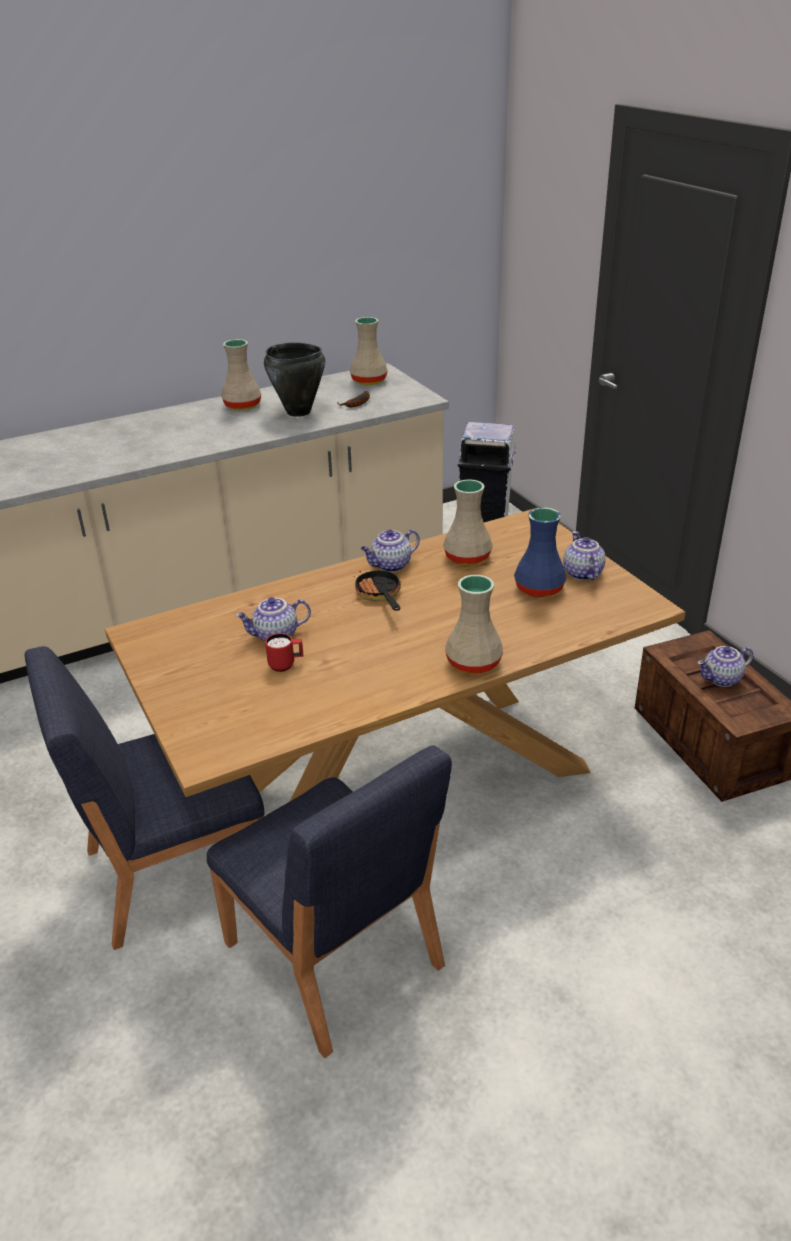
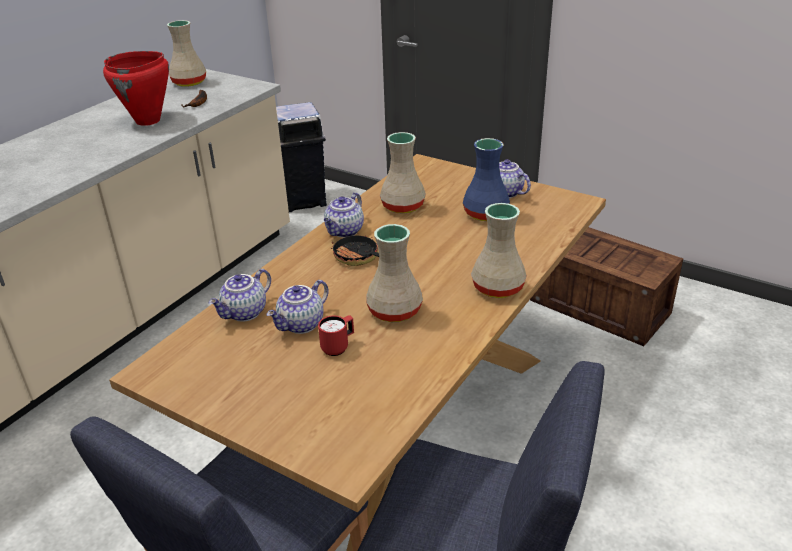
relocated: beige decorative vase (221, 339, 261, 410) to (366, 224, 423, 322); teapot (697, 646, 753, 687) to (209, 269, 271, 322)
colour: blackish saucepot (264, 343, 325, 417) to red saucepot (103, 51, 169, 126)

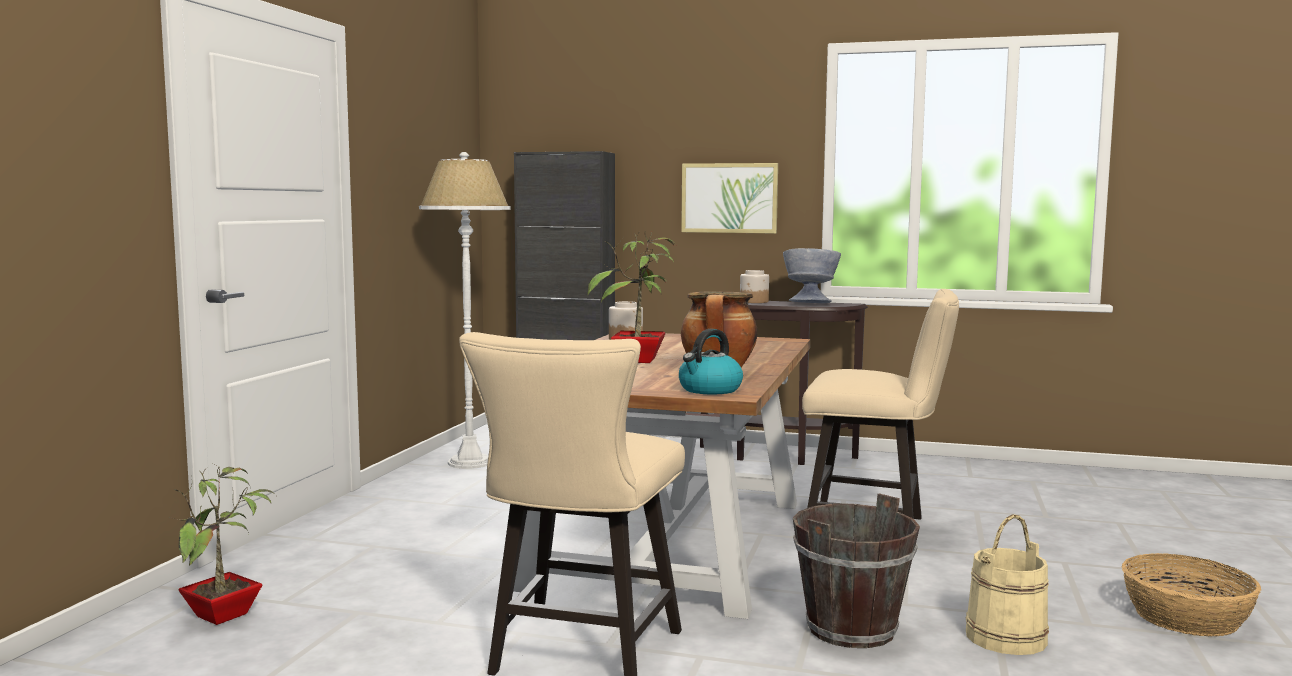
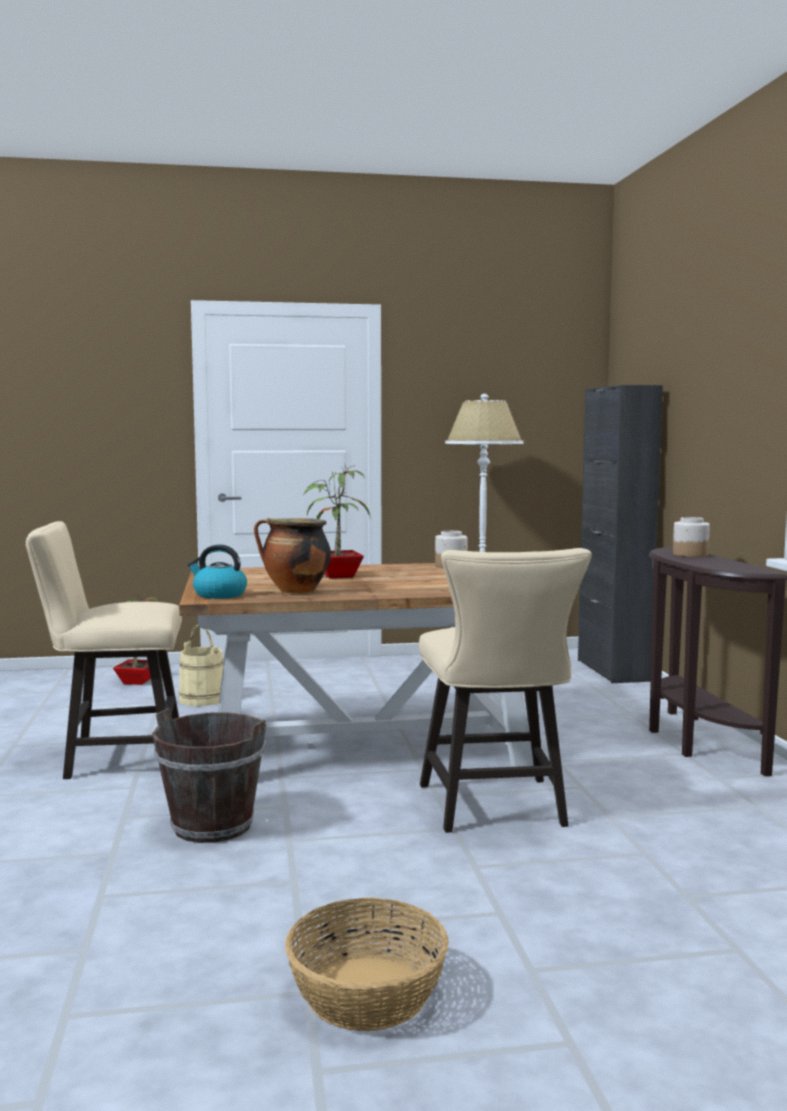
missing: picture (681, 163, 778, 234); greyish deep dish (783, 248, 841, 303)
relocated: beige bucket (966, 514, 1049, 655) to (178, 625, 224, 706)

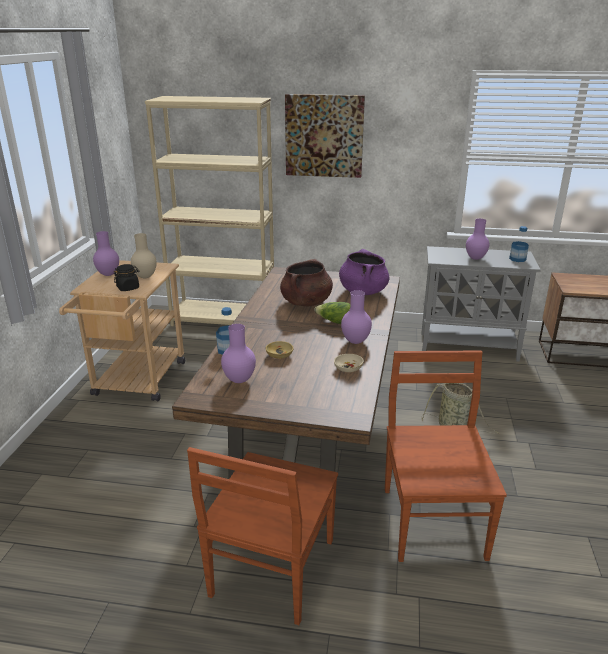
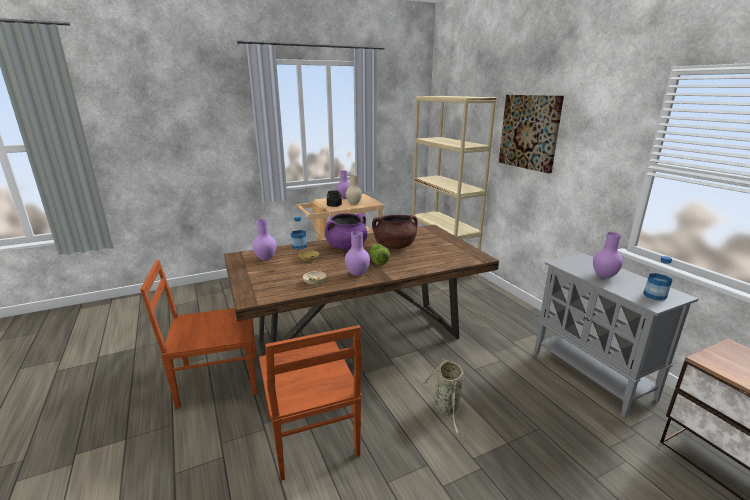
relocated: purple-coloured saucepot (339, 249, 389, 295) to (325, 213, 367, 249)
spun: brown-coloured chair (385, 350, 507, 562) = (259, 325, 362, 481) 105 degrees clockwise

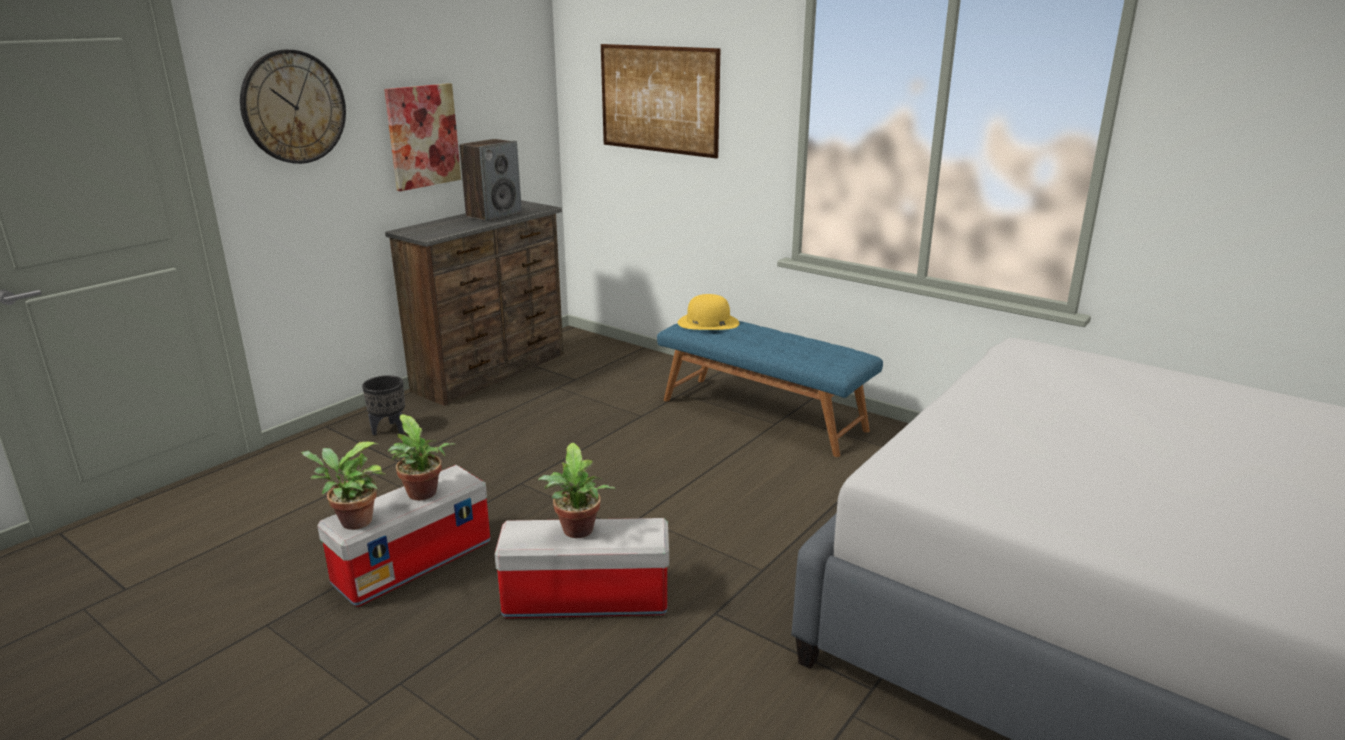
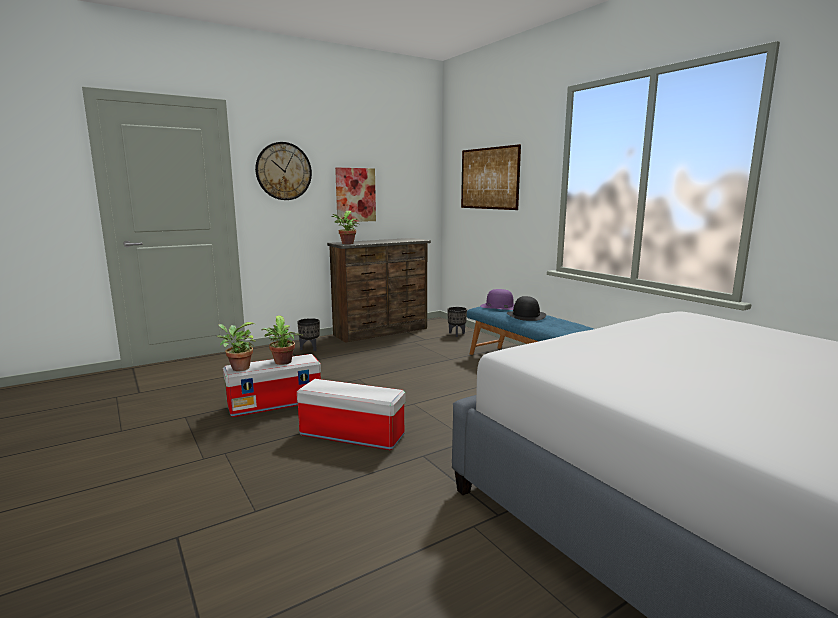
missing: loudspeaker (459, 139, 522, 222)
appeared: blackish planter (447, 307, 467, 337); blackish wearable hat (507, 296, 546, 321)
relocated: potted plant (538, 443, 616, 538) to (331, 211, 359, 244)
colour: yellowish wearable hat (678, 294, 740, 330) to purple-coloured wearable hat (480, 289, 514, 310)

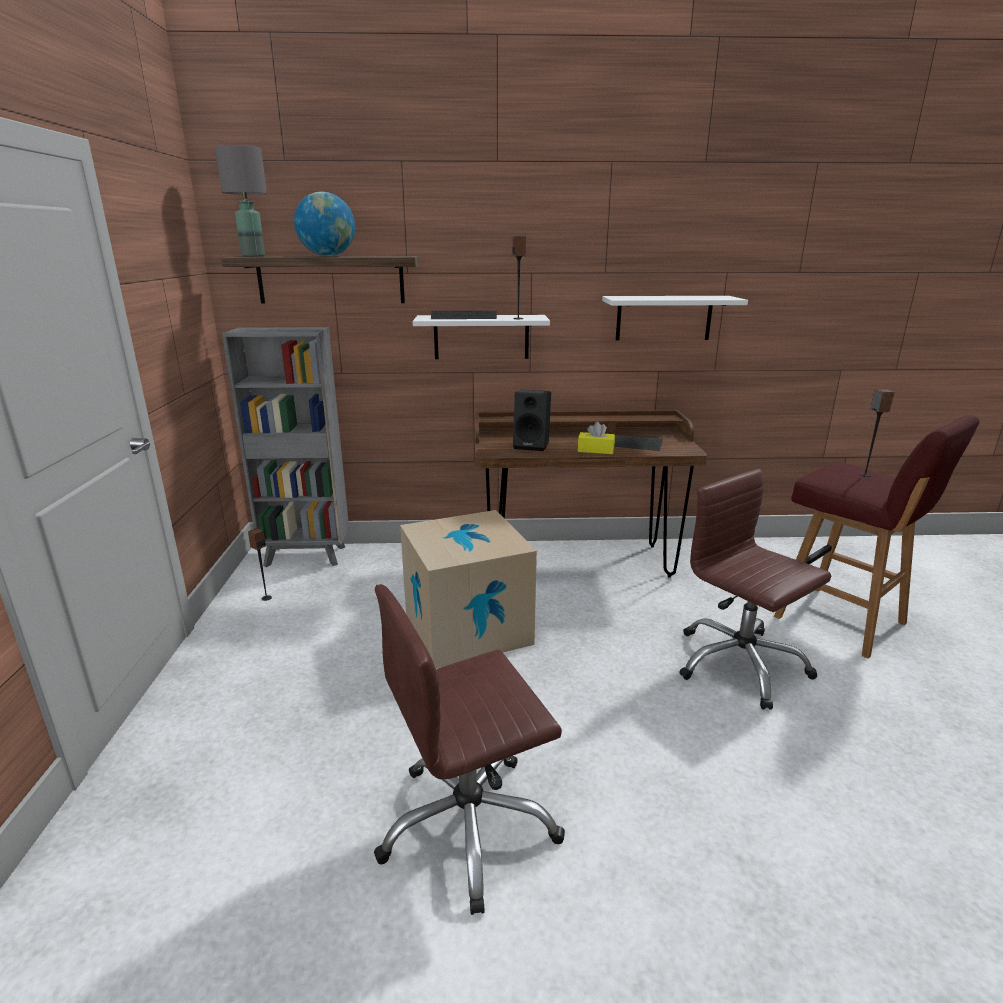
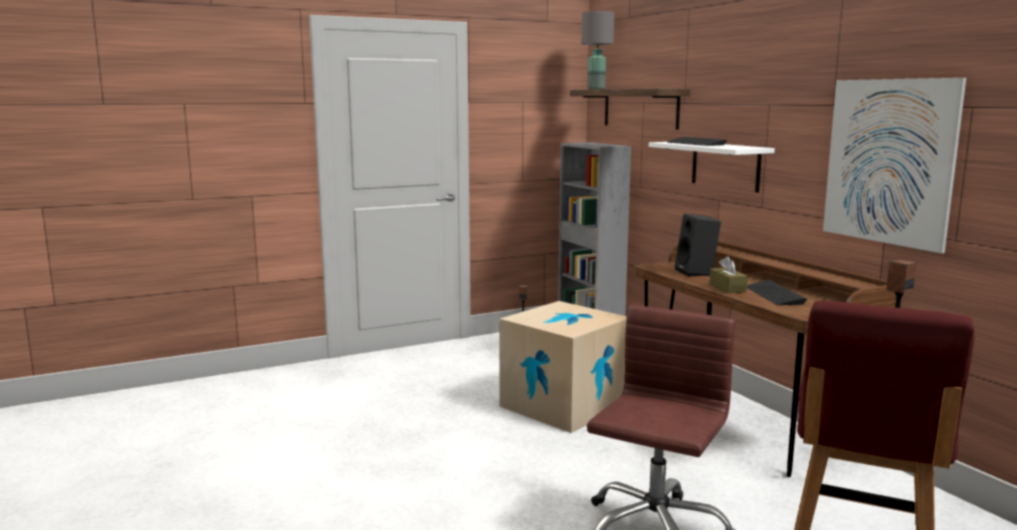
missing: globe (294, 192, 355, 256); brown-coloured computer chair (374, 584, 565, 915); loudspeaker (513, 236, 526, 319)
exchanged: white-coloured wall shelf (602, 296, 748, 340) to picture (823, 78, 966, 253)
colour: yellowish box of tissues (578, 422, 615, 454) to brown-coloured box of tissues (710, 256, 748, 294)

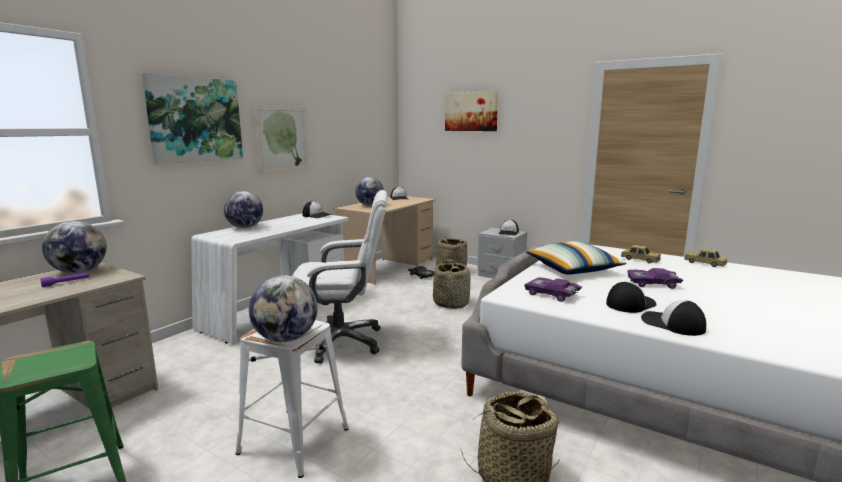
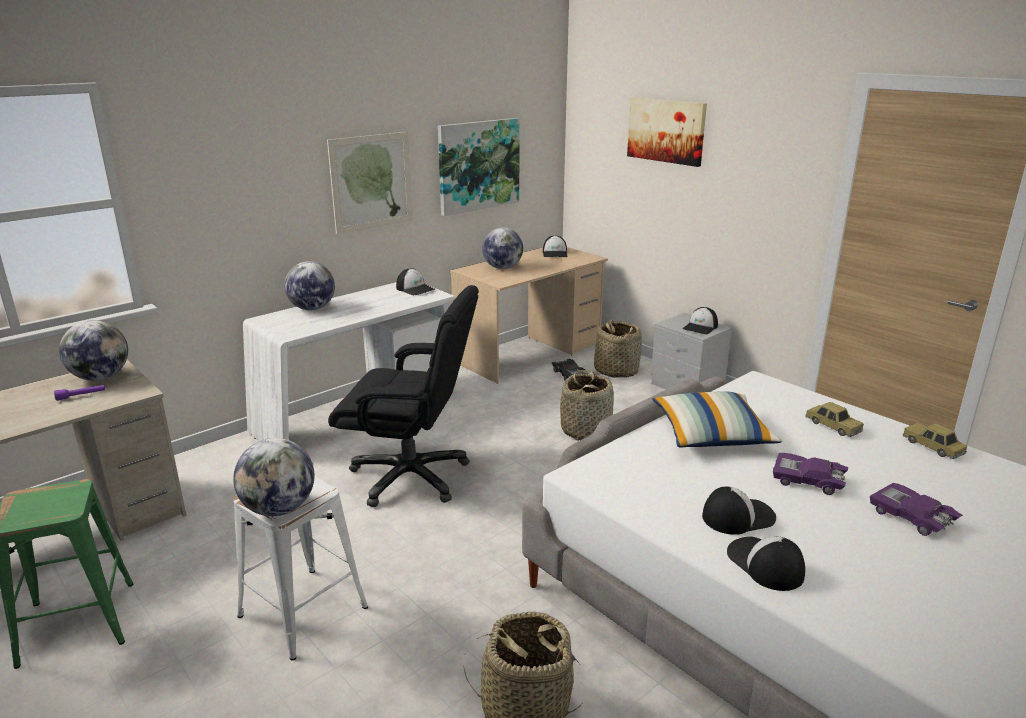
relocated: picture (142, 73, 243, 164) to (438, 118, 520, 216); purple-coloured model car (524, 278, 582, 302) to (870, 483, 963, 536)
colour: white-coloured computer chair (292, 190, 388, 364) to blackish computer chair (328, 285, 479, 507)

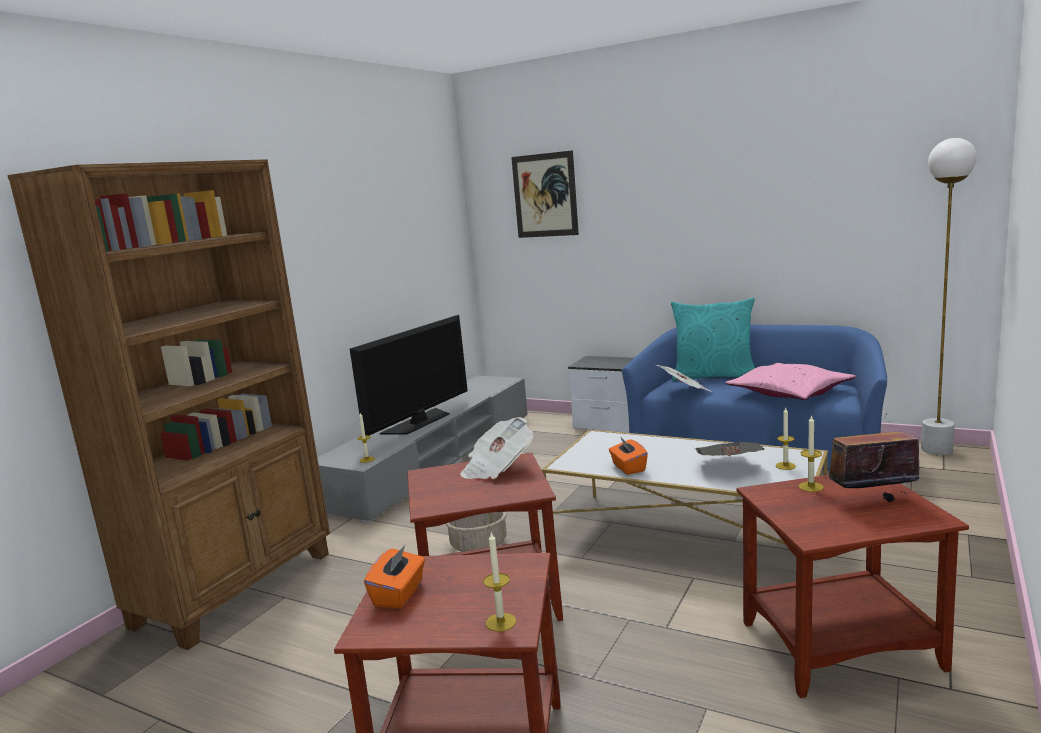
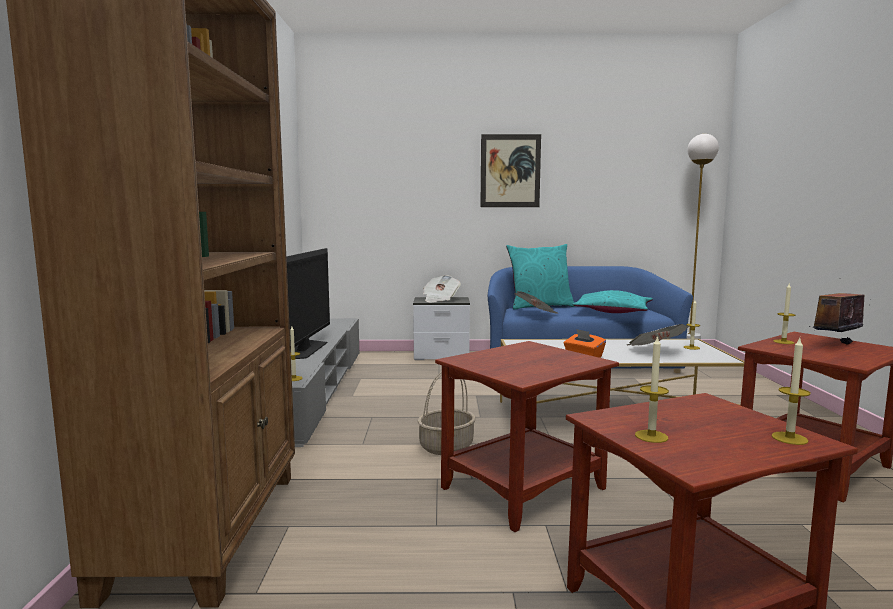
relocated: newspaper (460, 417, 534, 479) to (423, 275, 461, 302); picture (511, 150, 579, 238) to (480, 134, 541, 207)
exchanged: orange-coloured box of tissues (364, 545, 425, 608) to wax light (635, 335, 669, 443)
colour: pink-coloured pillow (725, 363, 856, 400) to blue-green pillow (573, 290, 653, 313)

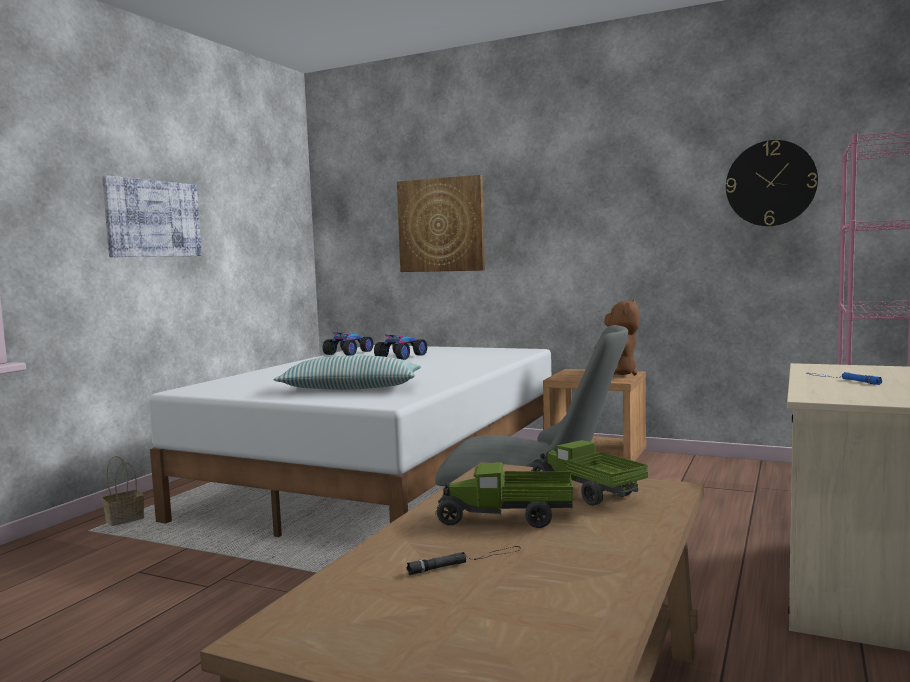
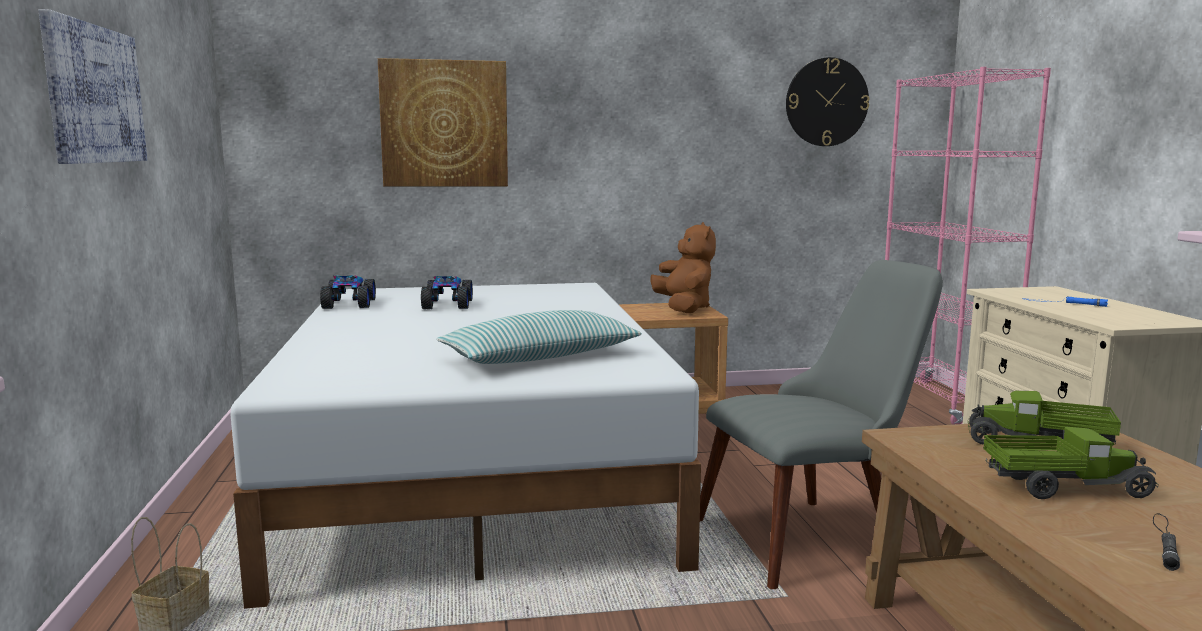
spun: model truck (435, 462, 573, 528) = (983, 427, 1158, 499) 150 degrees counterclockwise

